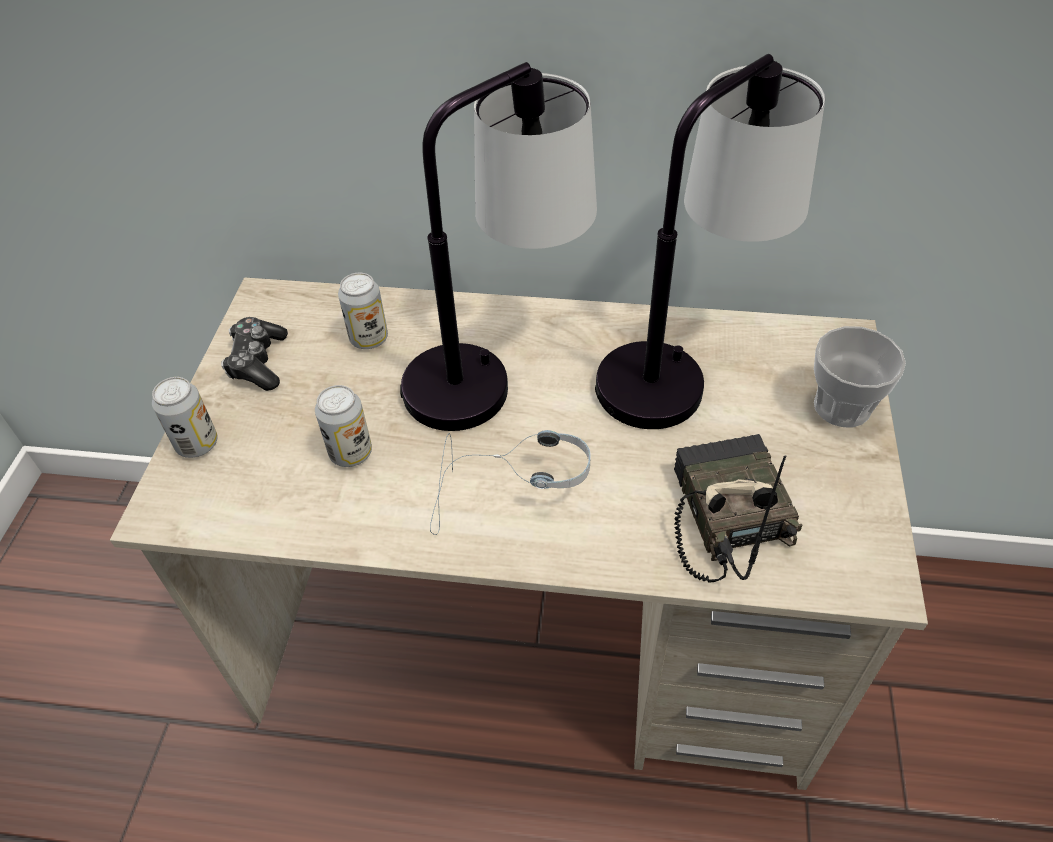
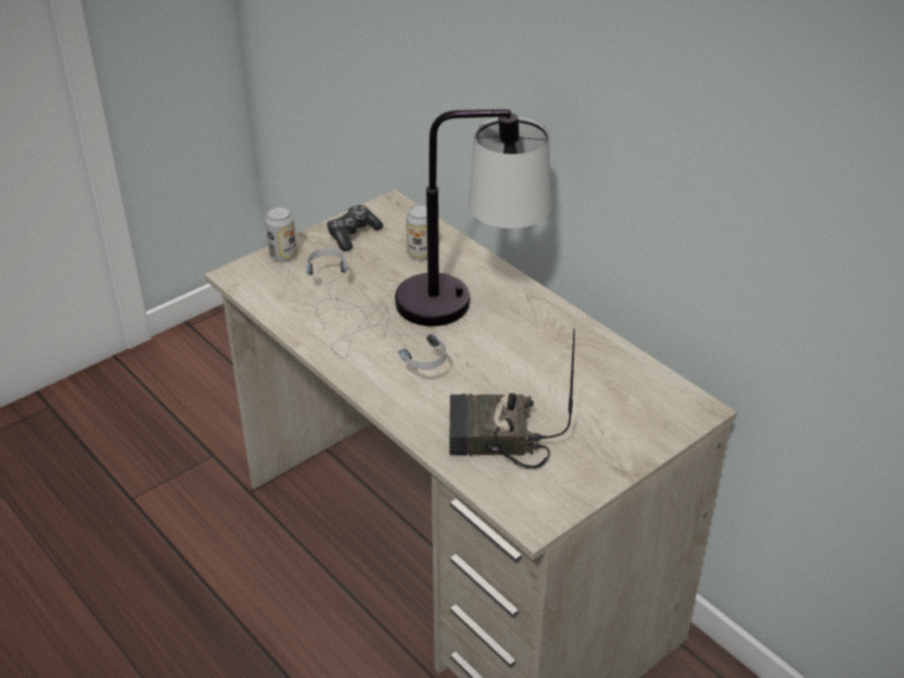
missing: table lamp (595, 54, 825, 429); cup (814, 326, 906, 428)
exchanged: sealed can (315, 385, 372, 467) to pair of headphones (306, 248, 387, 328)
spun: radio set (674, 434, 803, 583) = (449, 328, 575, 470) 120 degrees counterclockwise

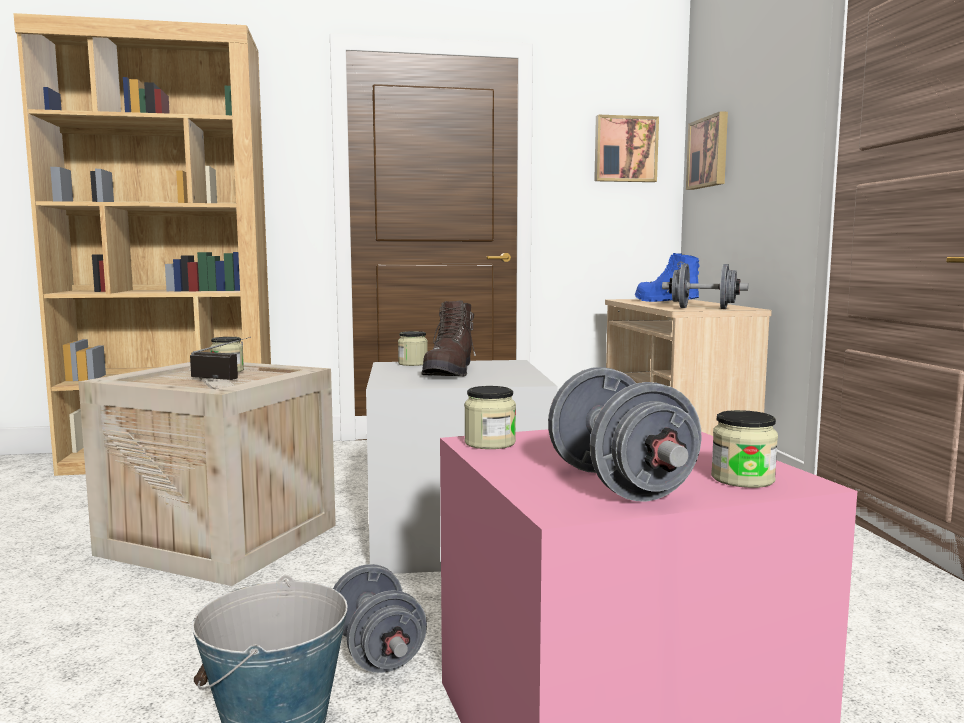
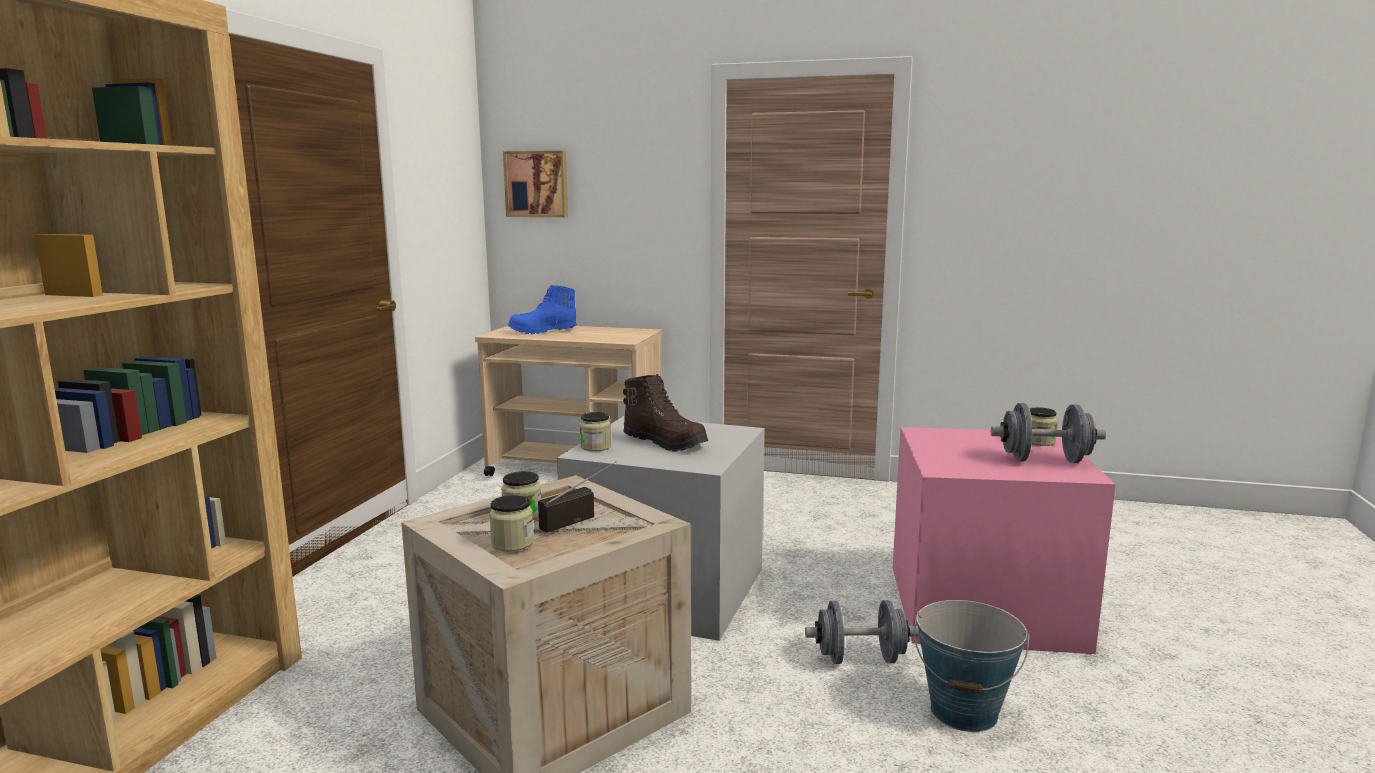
missing: picture (594, 115, 659, 182); greyish hand weight (662, 264, 748, 309)
relocated: jar (464, 386, 516, 449) to (489, 495, 534, 551)

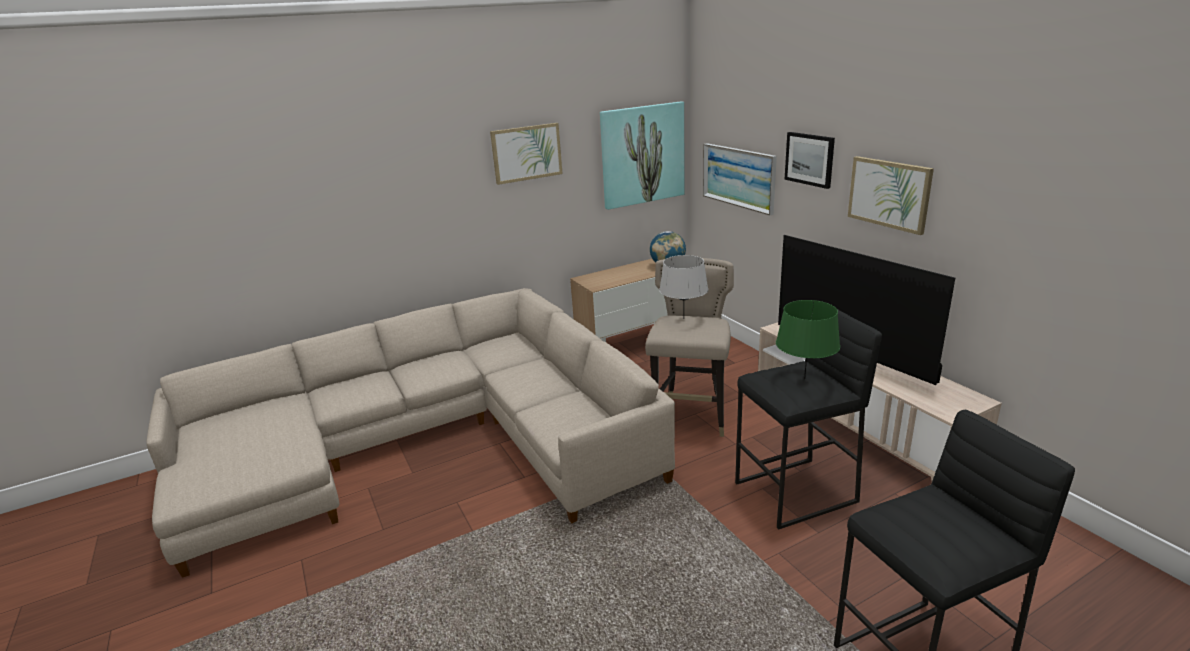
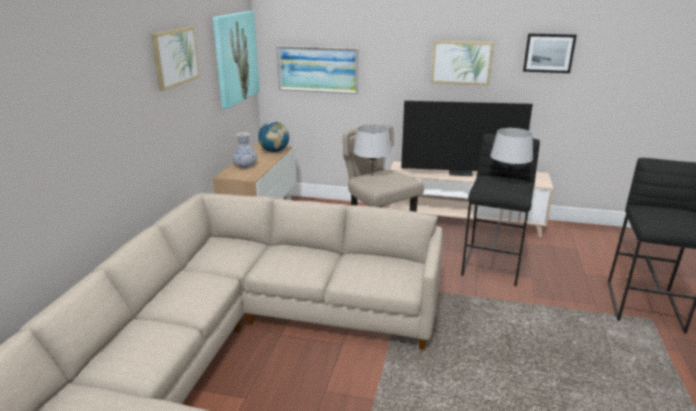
appeared: decorative vase (232, 132, 257, 168)
relocated: picture (784, 132, 835, 189) to (523, 33, 577, 73)
colour: green table lamp (776, 300, 840, 380) to greyish table lamp (490, 128, 533, 181)

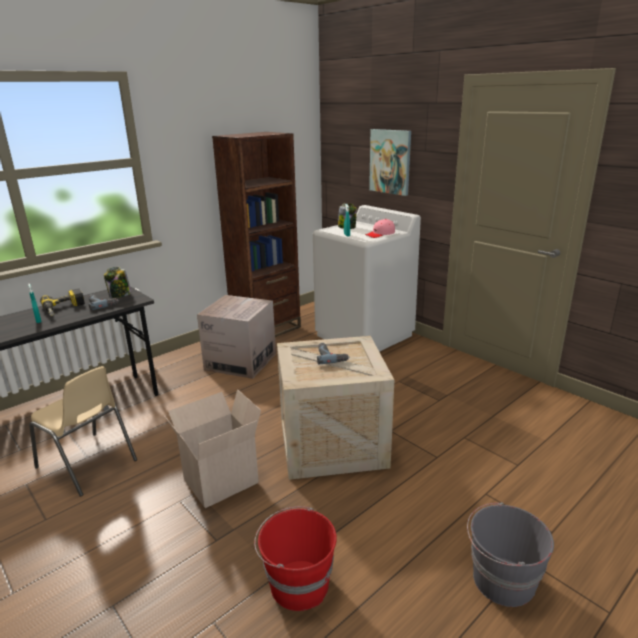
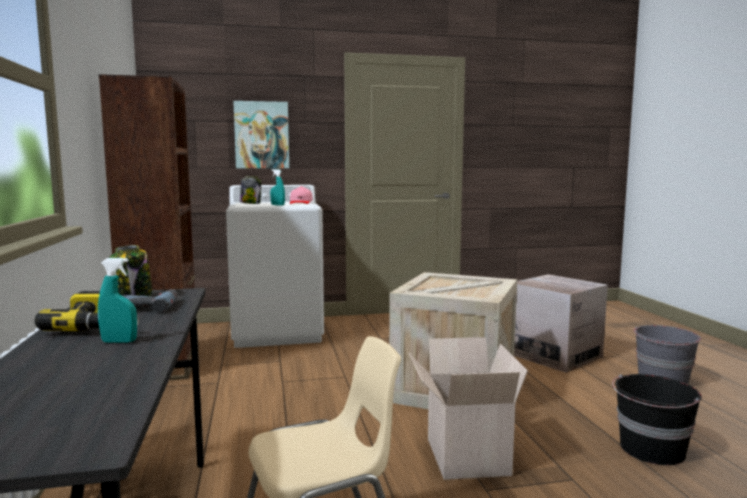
missing: electric drill (317, 343, 349, 364)
relocated: packing box (197, 295, 276, 379) to (514, 274, 608, 373)
colour: red bucket (254, 506, 337, 611) to blackish bucket (612, 374, 702, 465)

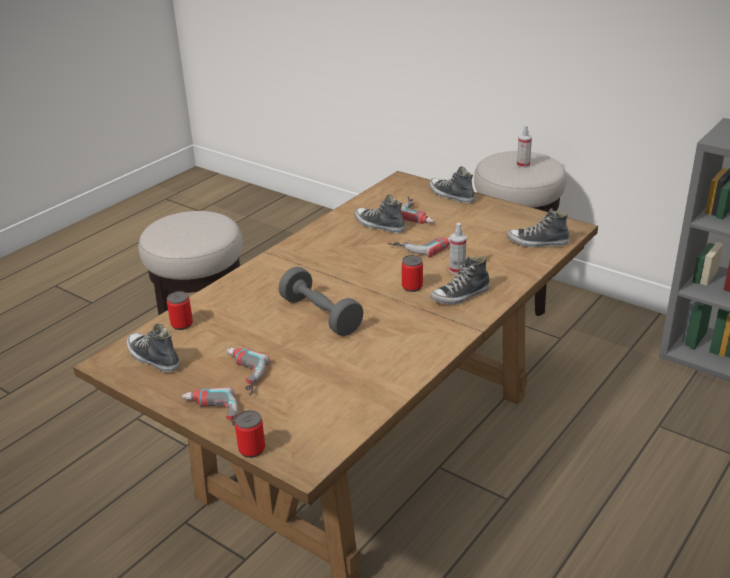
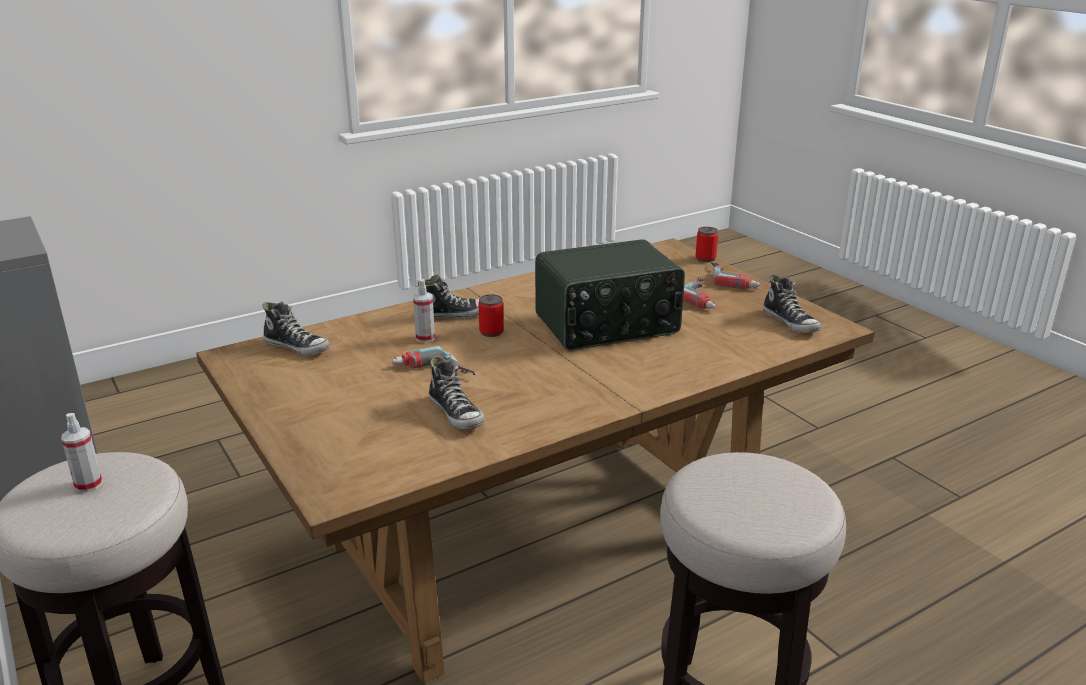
missing: sealed can (167, 291, 193, 330); electric drill (401, 196, 435, 224); item of footwear (429, 166, 475, 203)
exchanged: greyish hand weight (279, 267, 363, 336) to radio set (535, 239, 685, 350)

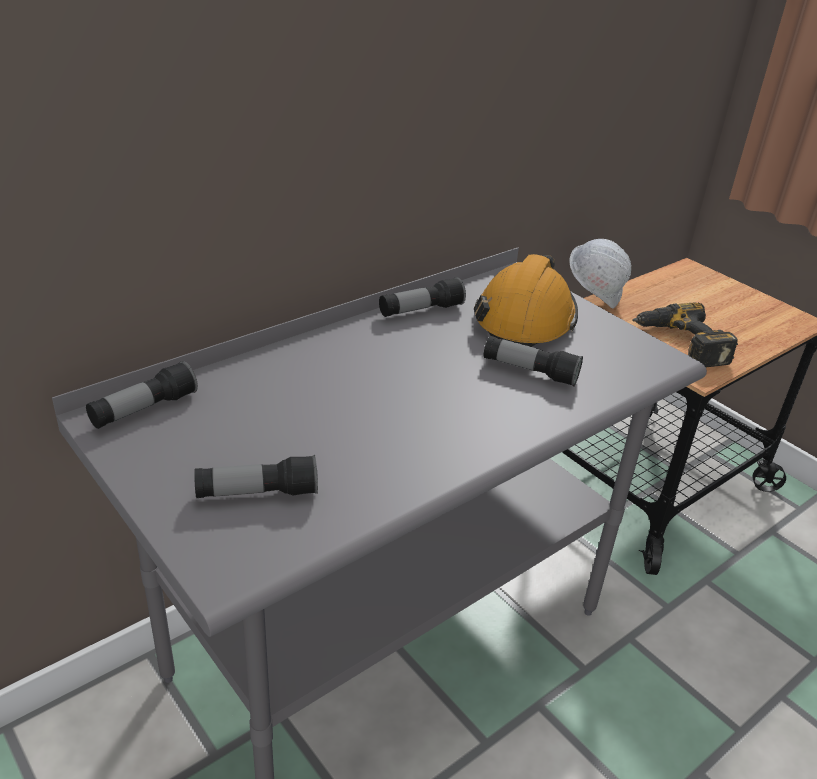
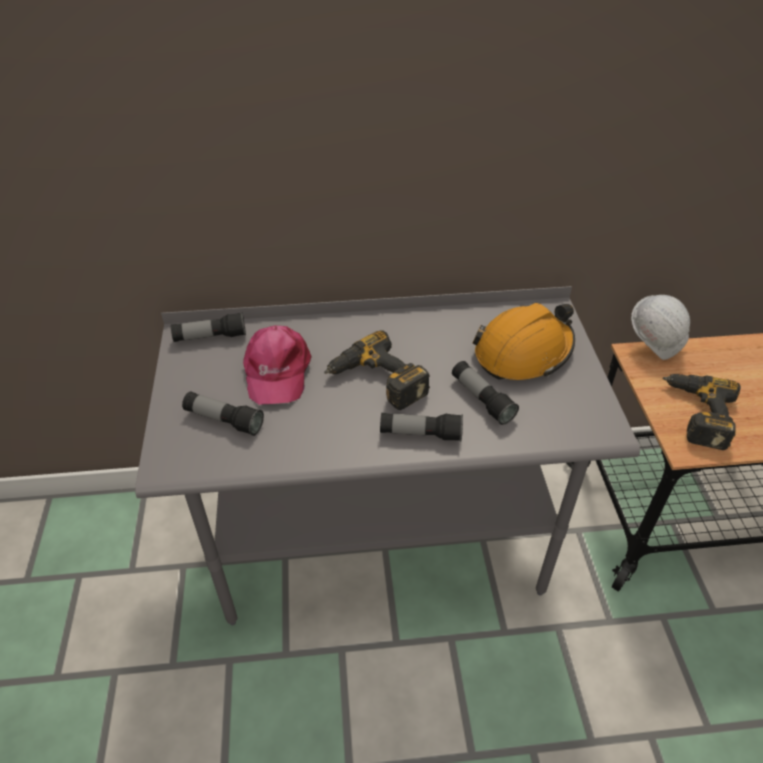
appeared: pink-coloured peaked cap (243, 326, 312, 405); electric drill (324, 330, 430, 410)
relocated: flashlight (379, 277, 466, 317) to (380, 413, 463, 441)

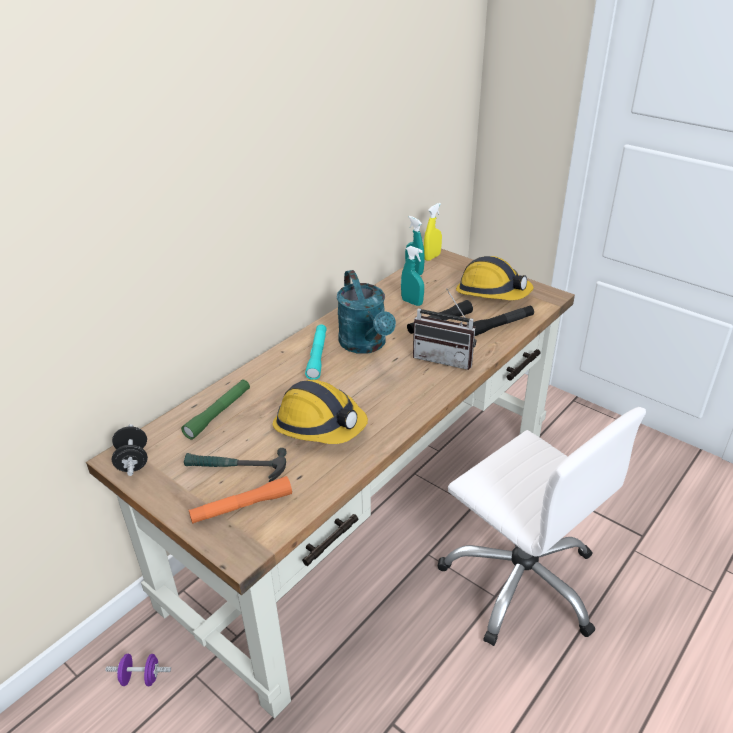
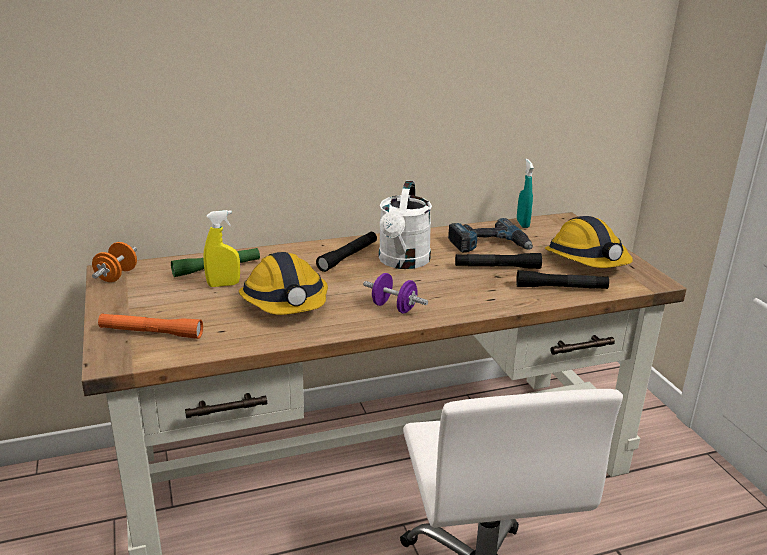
missing: hammer (184, 448, 287, 482); radio set (413, 288, 476, 370)
relocated: purple-coloured hand weight (105, 654, 171, 686) to (363, 273, 428, 313); yellowish sprayer (424, 203, 442, 261) to (203, 210, 240, 287)
exchanged: blue-green sprayer (401, 246, 424, 306) to electric drill (448, 218, 533, 252)
colour: blackish hand weight (112, 424, 148, 476) to orange-coloured hand weight (92, 242, 137, 282); blue-green flashlight (305, 325, 327, 380) to blackish flashlight (316, 232, 377, 272); blue-green watering can (337, 270, 396, 354) to white-coloured watering can (379, 180, 432, 269)

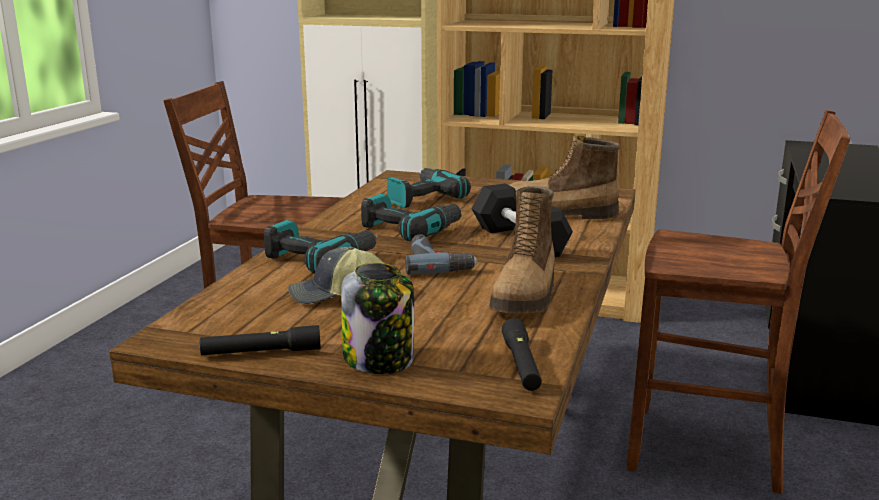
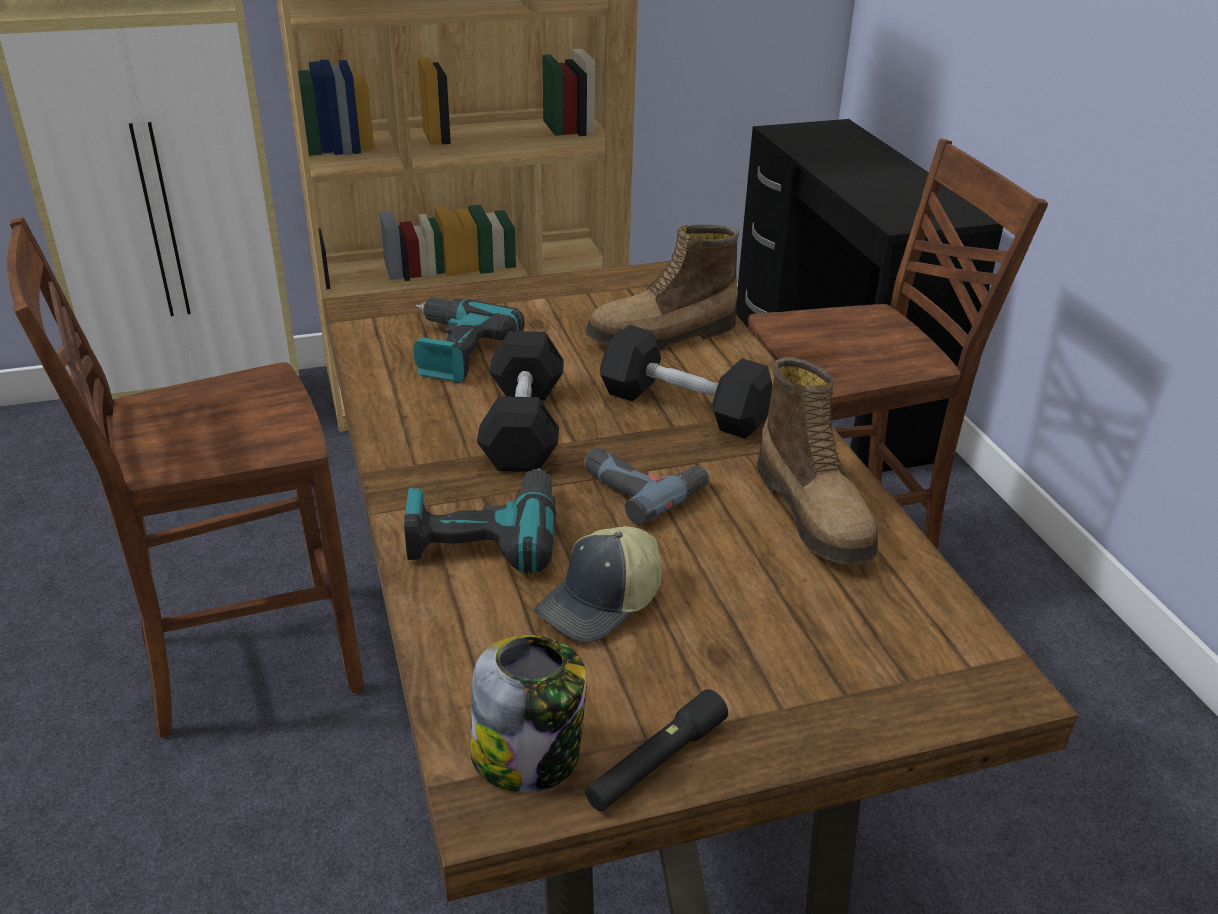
missing: blackish flashlight (502, 318, 542, 391)
relocated: jar (341, 263, 414, 374) to (470, 635, 587, 792)
exchanged: electric drill (361, 194, 463, 241) to blackish hand weight (477, 331, 564, 472)

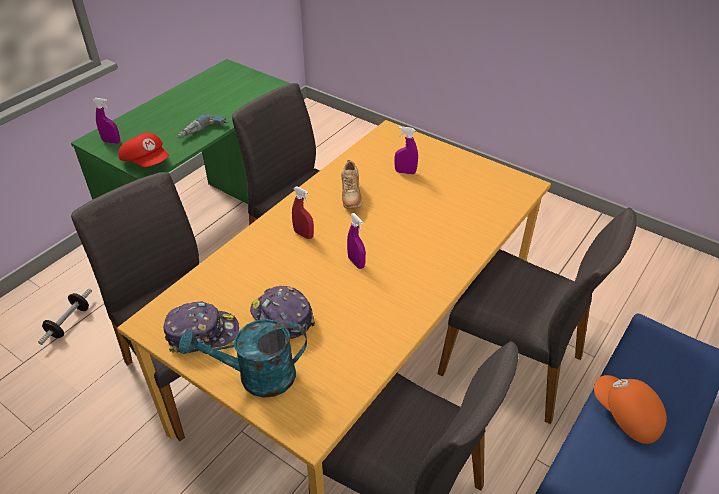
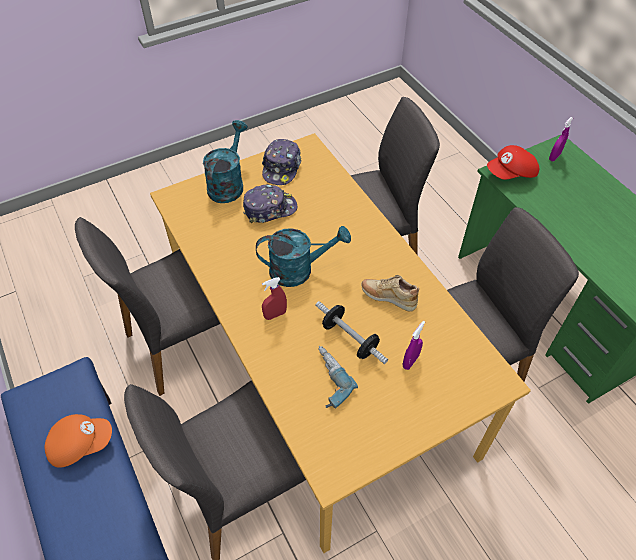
relocated: hand weight (38, 288, 92, 345) to (315, 301, 388, 364); electric drill (177, 114, 228, 138) to (318, 346, 358, 409); red sprayer (292, 186, 314, 239) to (262, 277, 287, 320)
exchanged: purple-coloured sprayer (347, 213, 366, 269) to blue-green watering can (256, 226, 351, 287)

